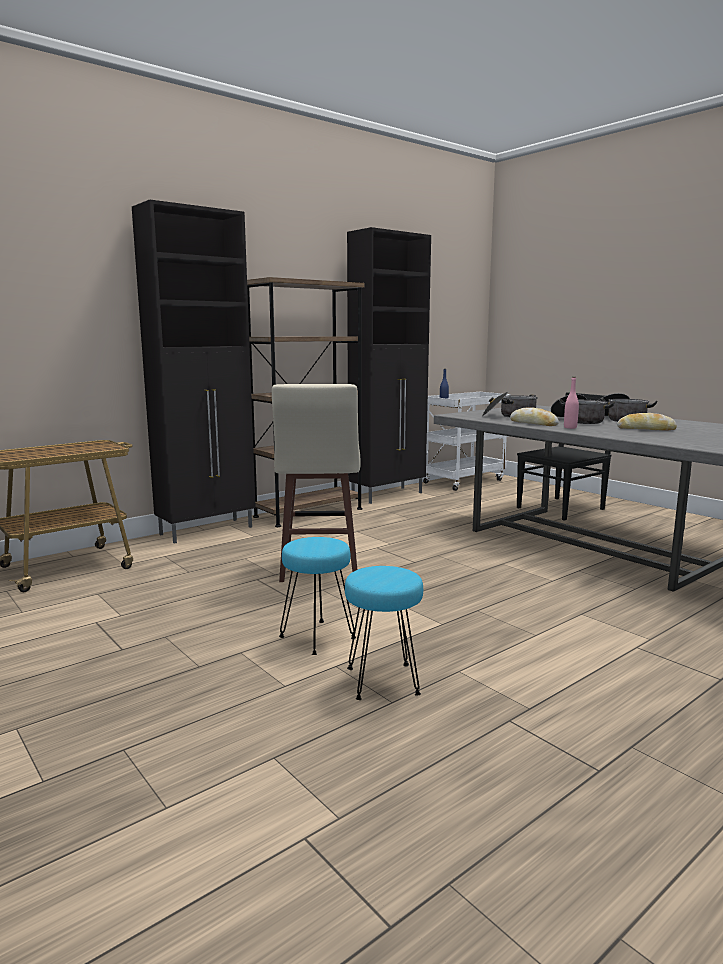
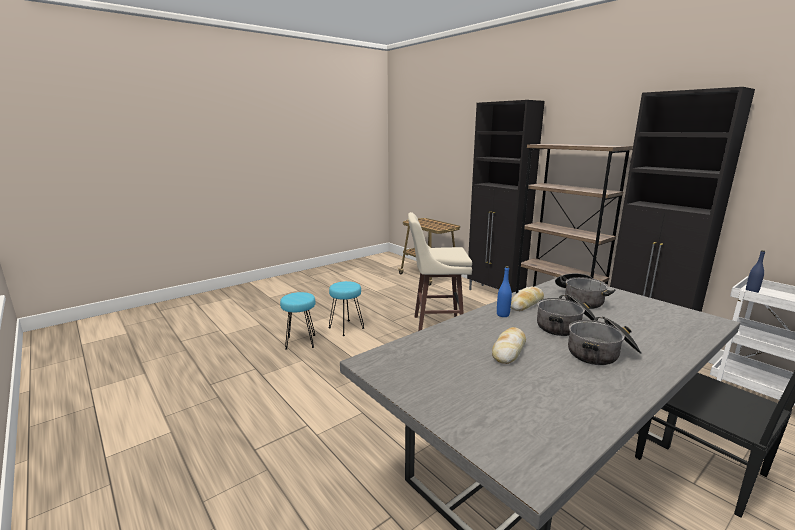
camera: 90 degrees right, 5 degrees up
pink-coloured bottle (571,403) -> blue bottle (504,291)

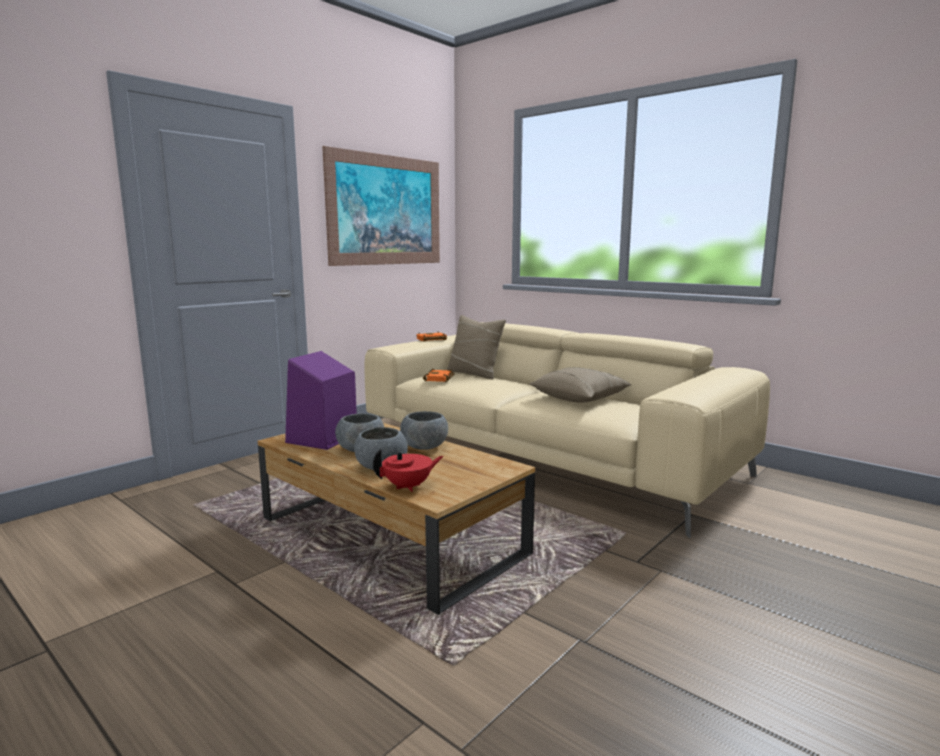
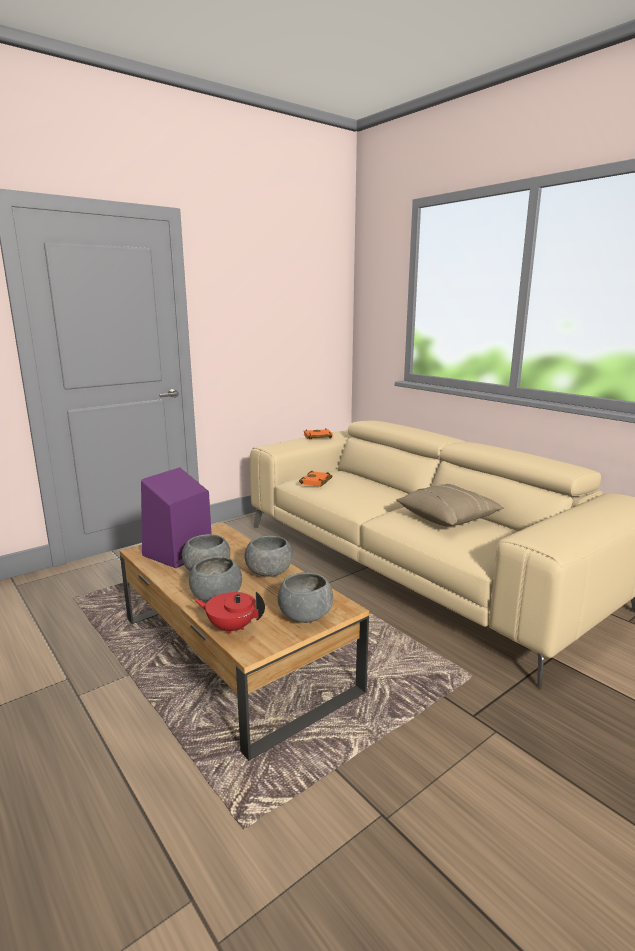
camera: 10 degrees right, 5 degrees up
wall picture (381,206) -> none
beige cushion (476,347) -> none
none -> grey serving bowl (305,597)
red-coloured teapot (408,470) -> red-coloured teapot (230,613), 150 degrees counterclockwise

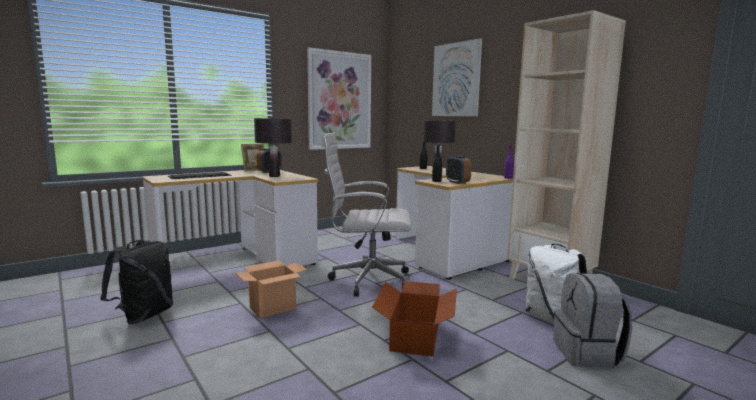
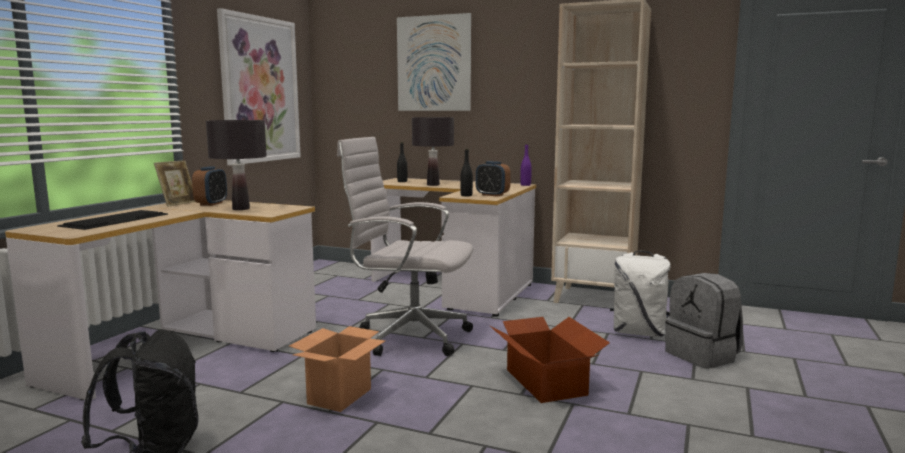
camera: 30 degrees left, 0 degrees up
whitish desk chair (367,215) -> whitish desk chair (405,246), 45 degrees clockwise

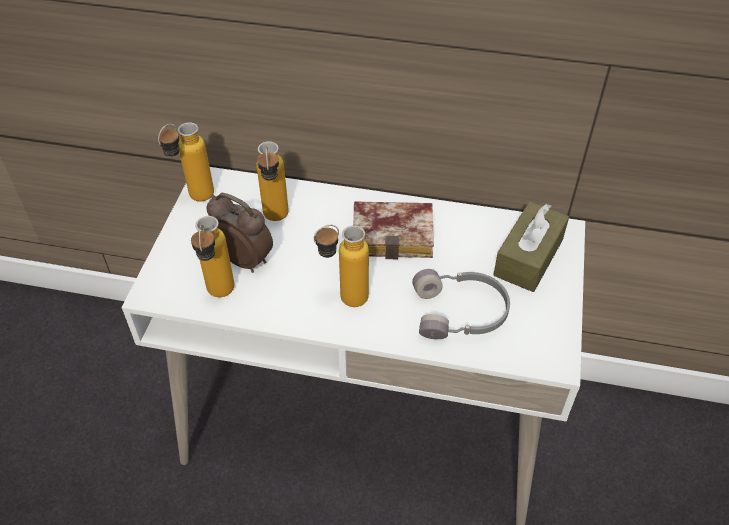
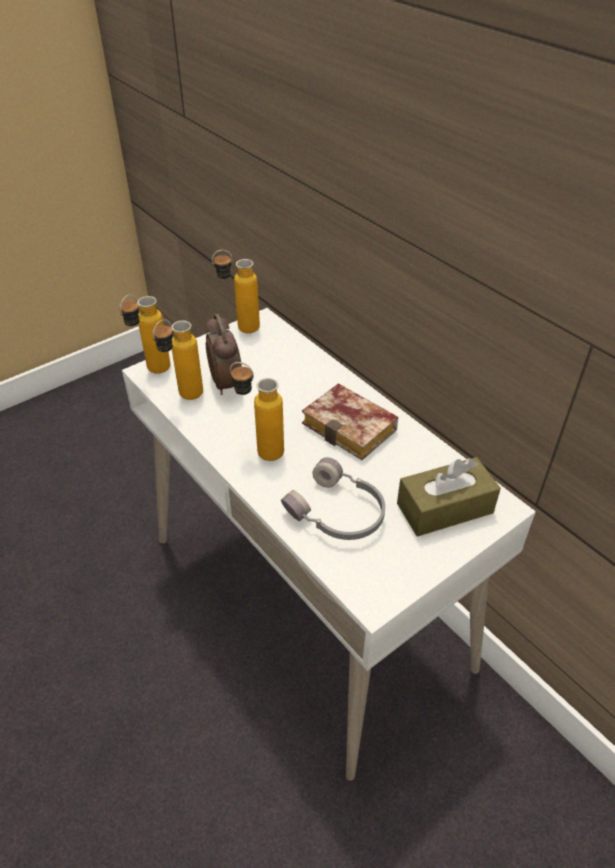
camera: 40 degrees right, 5 degrees down
bottle (272,181) -> bottle (144,334), shifted

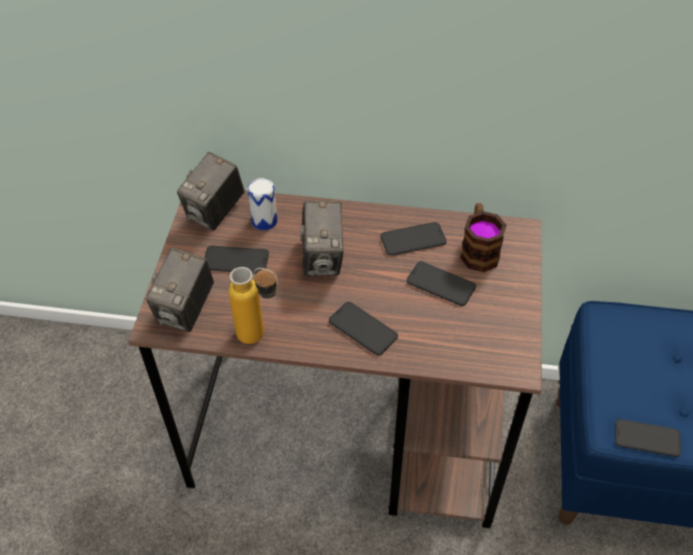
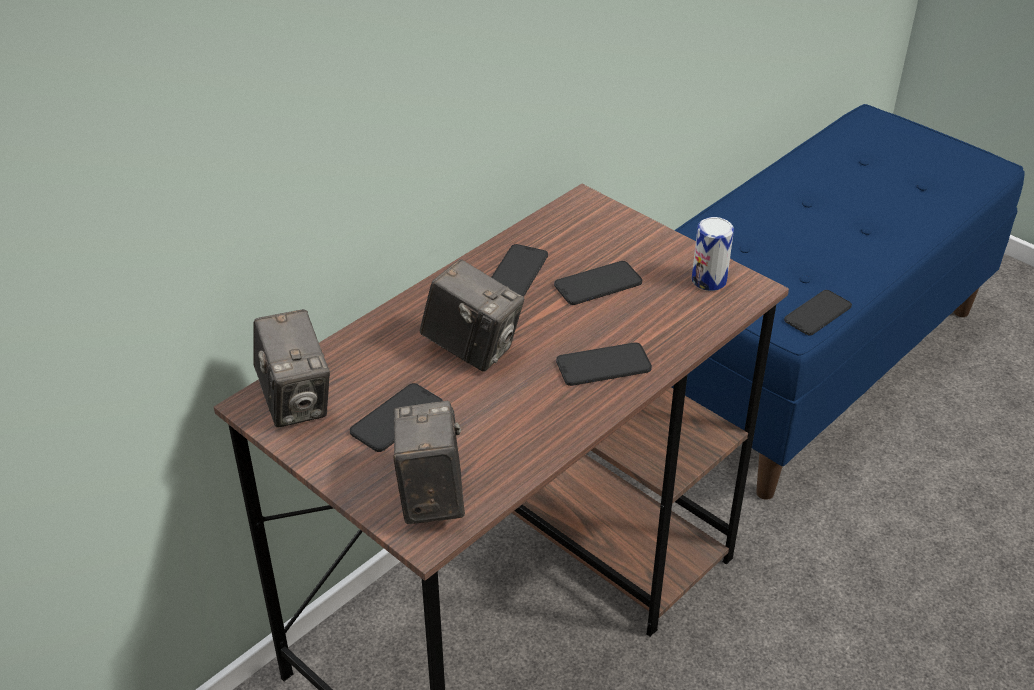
camera: 55 degrees left, 10 degrees down
bottle (253,305) -> none
tea mug (483,237) -> none
metal can (262,204) -> metal can (713,254), shifted
still camera (180,290) -> still camera (429,462), 150 degrees counterclockwise

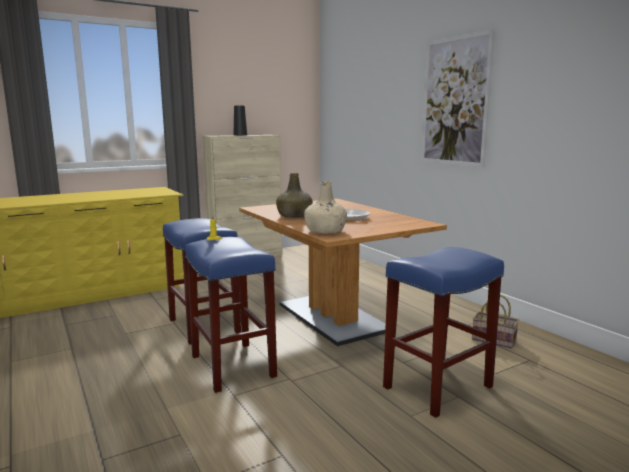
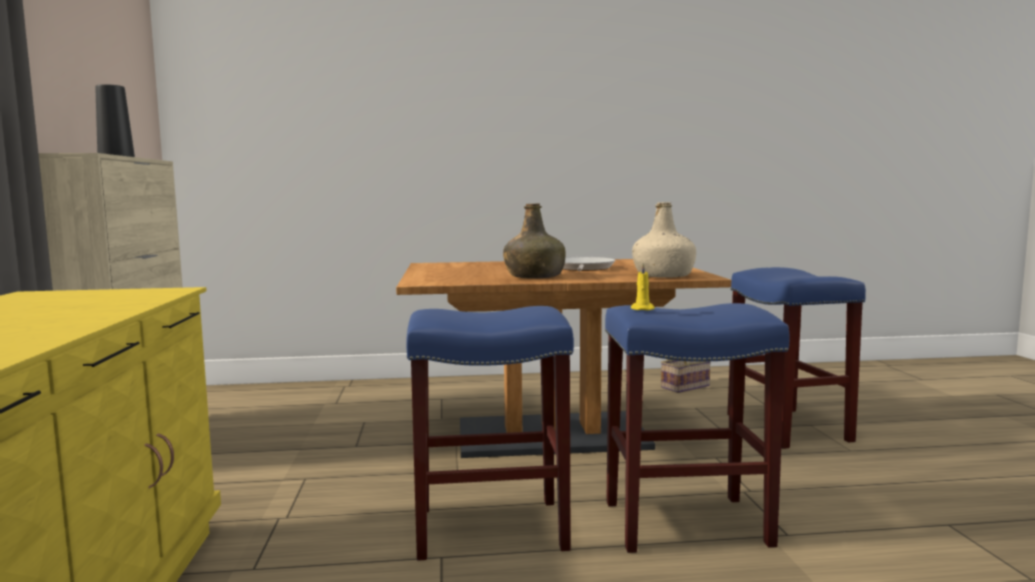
camera: 65 degrees left, 5 degrees down
wall picture (458,98) -> none

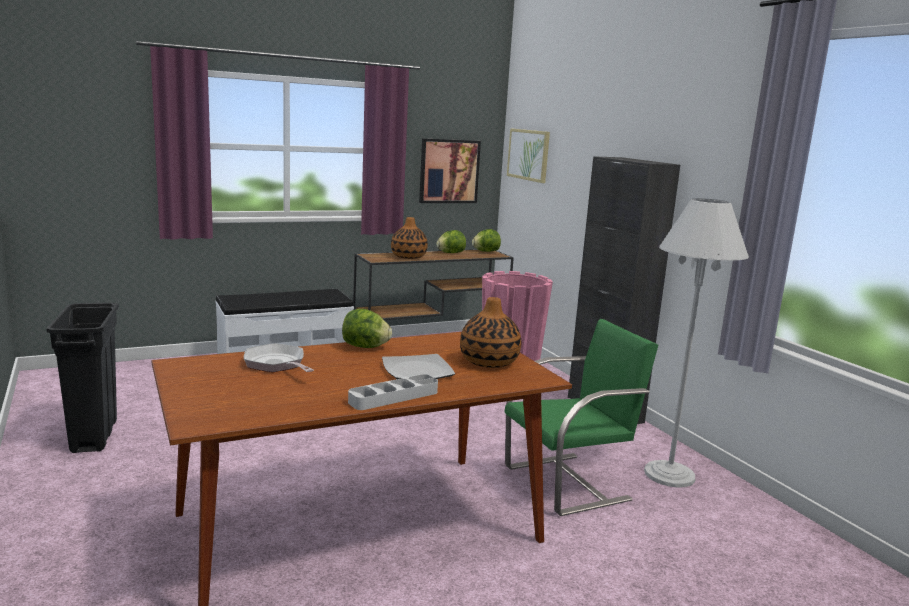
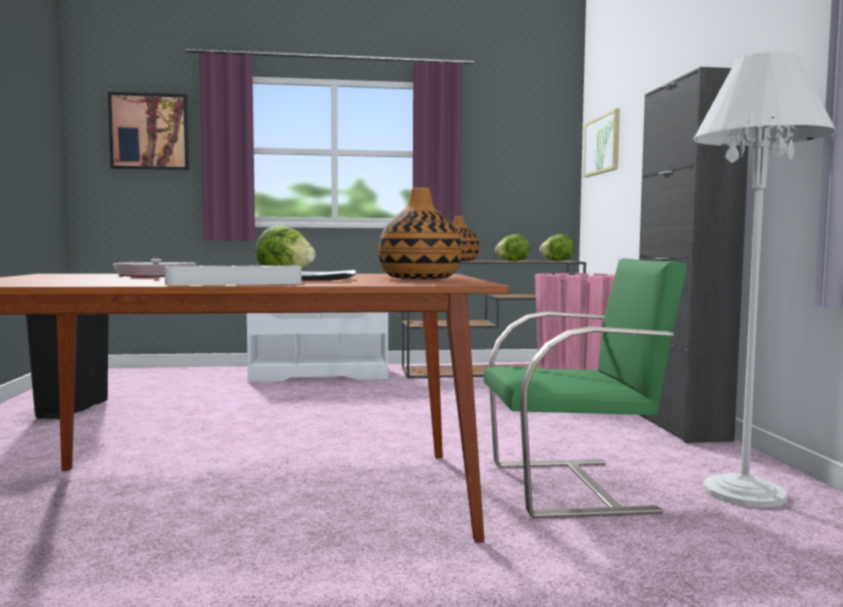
camera: 20 degrees right, 10 degrees down
wall picture (450,170) -> wall picture (148,131), shifted

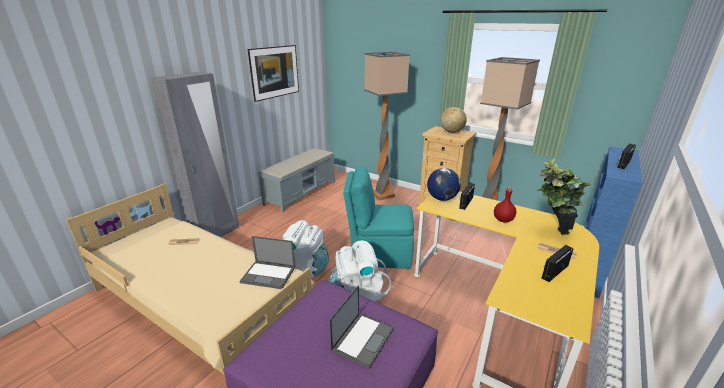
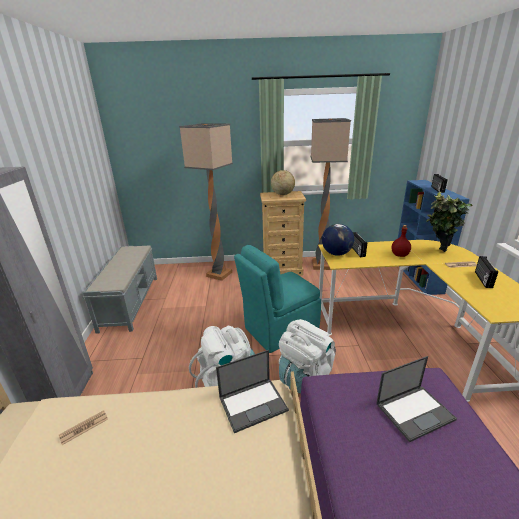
camera: 35 degrees left, 0 degrees up
wall picture (273,73) -> none
notebook computer (361,327) -> notebook computer (416,399), 75 degrees clockwise

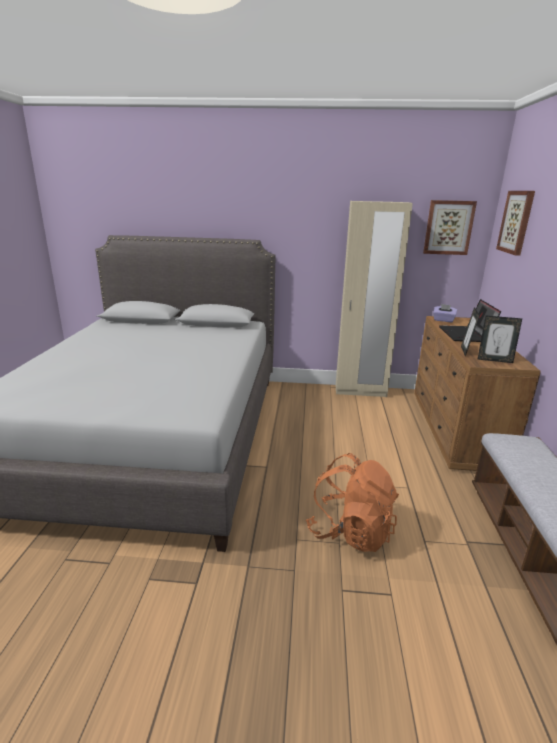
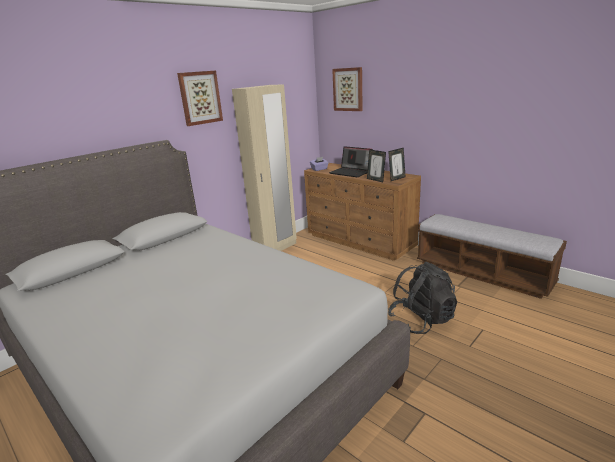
camera: 50 degrees left, 0 degrees up
wall picture (450,227) -> wall picture (200,98), shifted
orangey rucksack (352,502) -> black rucksack (422,298)

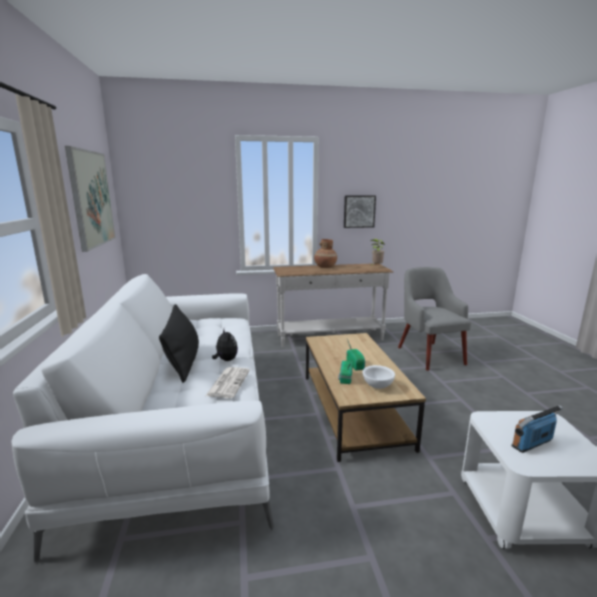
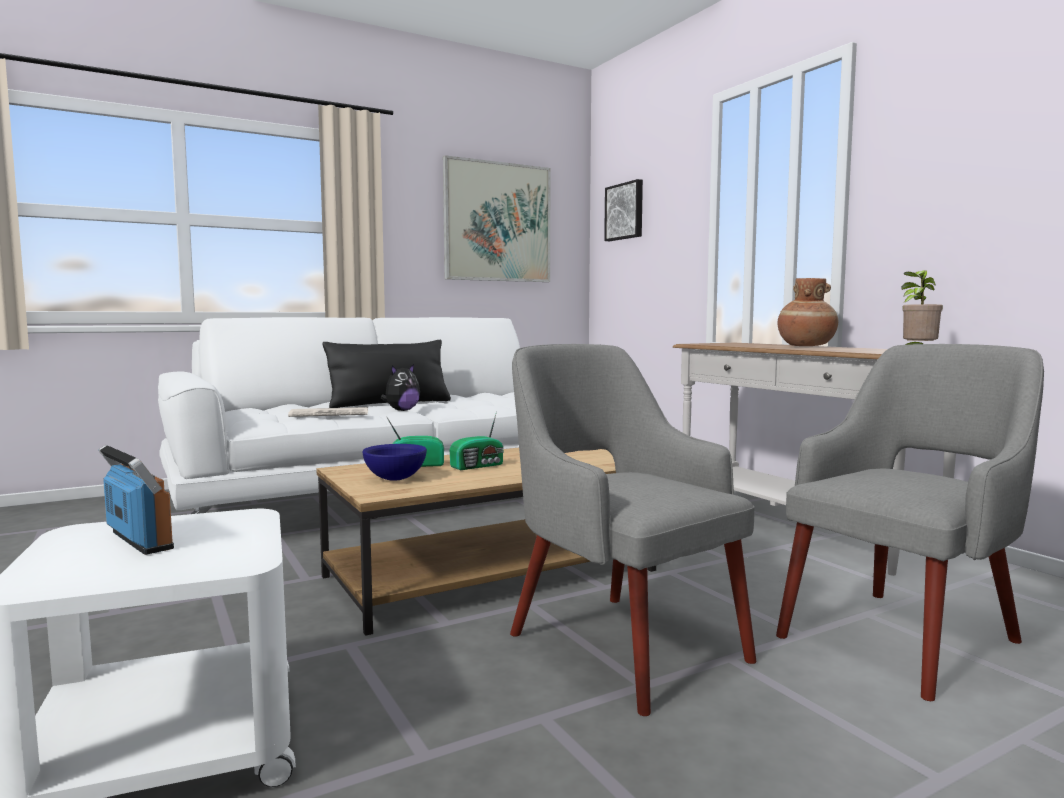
camera: 70 degrees right, 10 degrees down
none -> grey armchair (633,530)
wall picture (360,211) -> wall picture (623,210), shifted
whitish serving bowl (379,377) -> blue serving bowl (394,462)

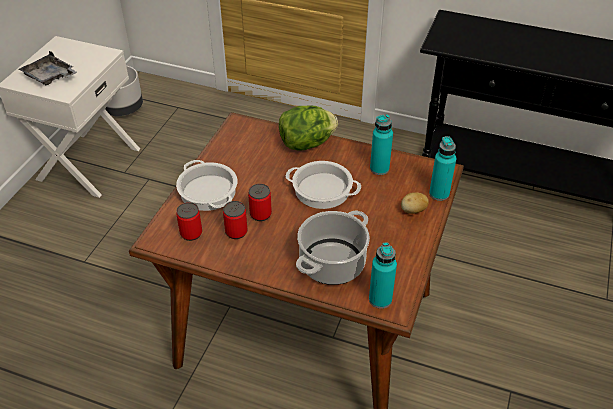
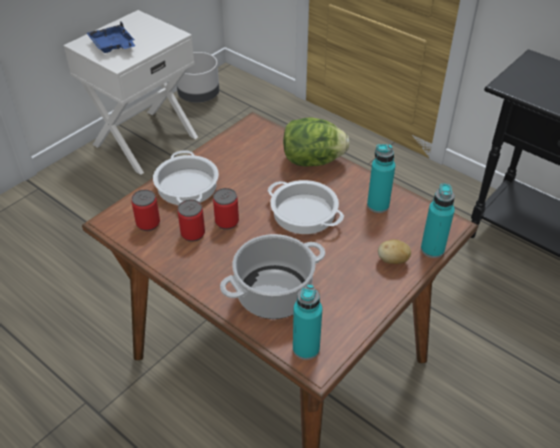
camera: 20 degrees right, 0 degrees up
grey serving tray (48,68) -> blue serving tray (111,37)

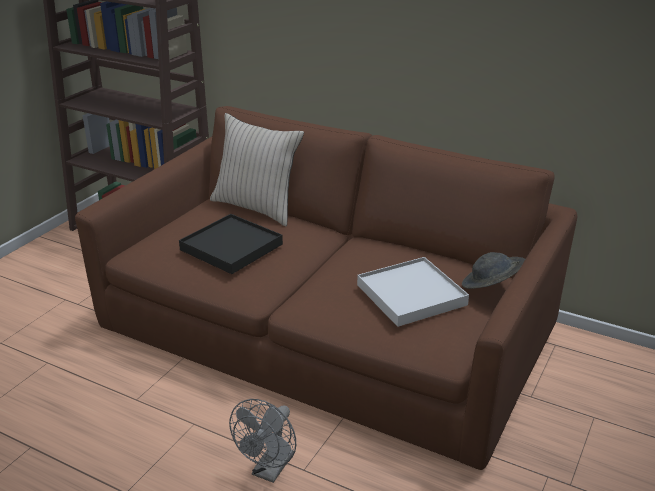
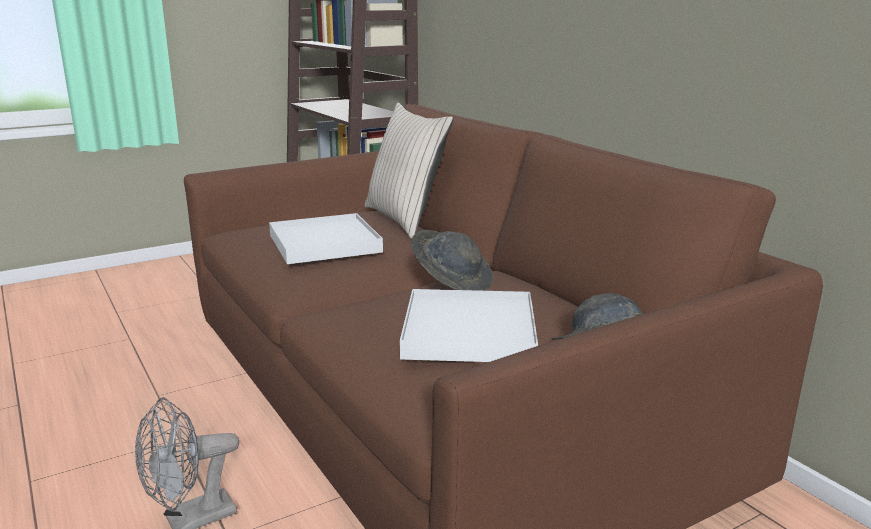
camera: 30 degrees right, 10 degrees down
none -> grey wearable hat (452,260)
black serving tray (231,244) -> whitish serving tray (326,238)

